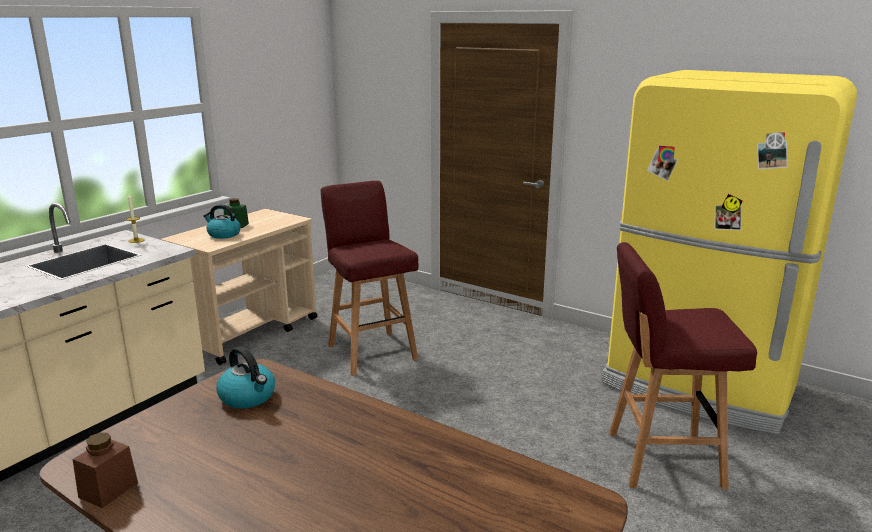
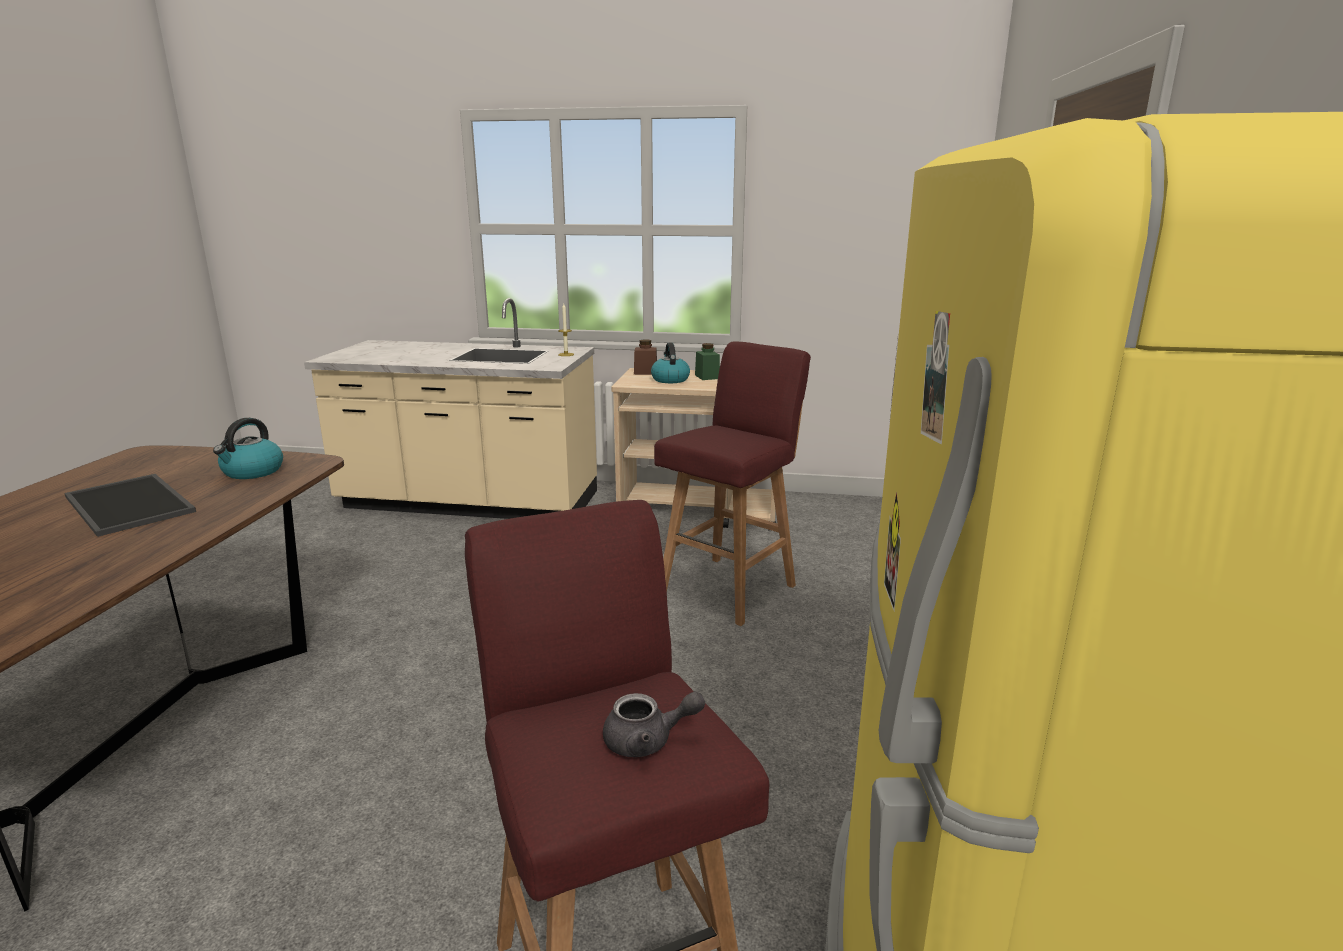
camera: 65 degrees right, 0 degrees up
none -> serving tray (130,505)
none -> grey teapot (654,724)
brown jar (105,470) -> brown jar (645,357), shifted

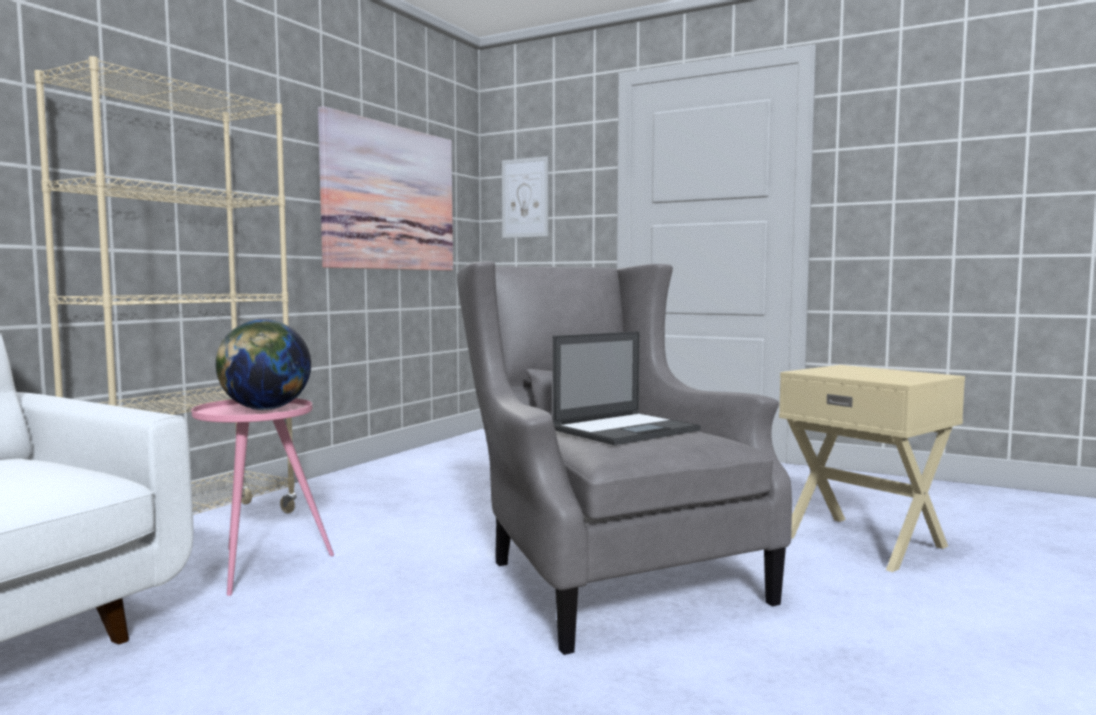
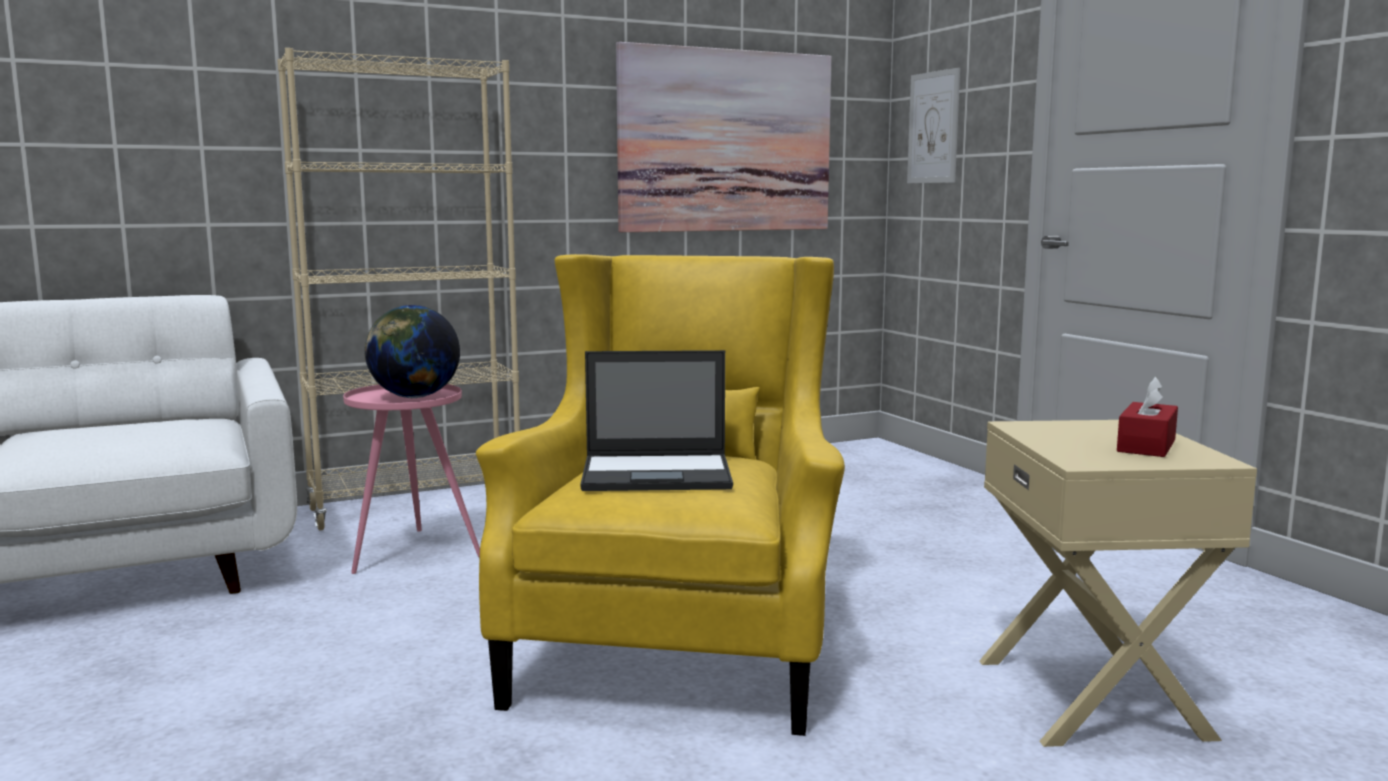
camera: 35 degrees right, 5 degrees up
none -> red-coloured box of tissues (1147,417)
grey armchair (624,458) -> yellowish armchair (660,495)

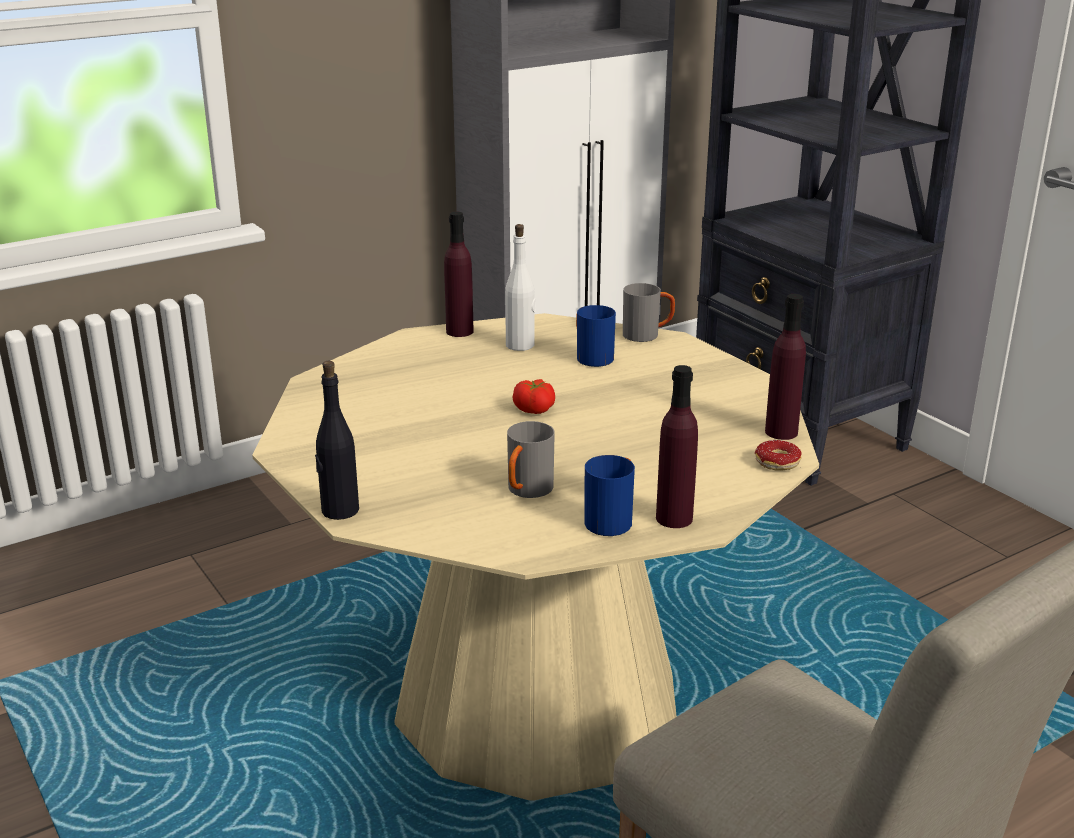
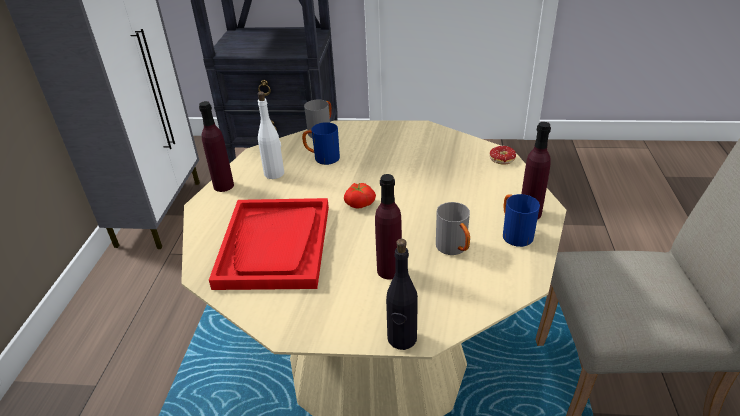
camera: 50 degrees left, 10 degrees up
none -> red-coloured serving tray (269,244)
purplish bottle (785,367) -> purplish bottle (388,226), shifted

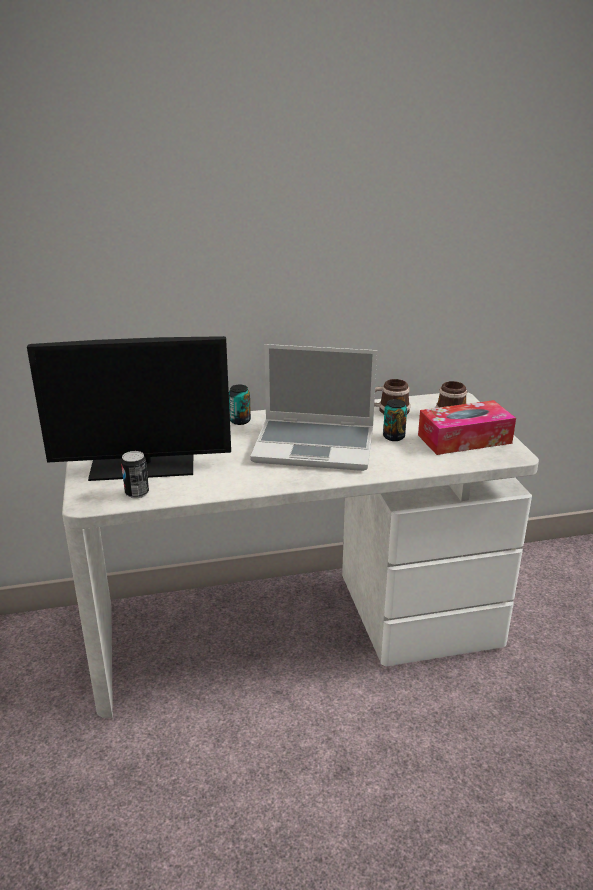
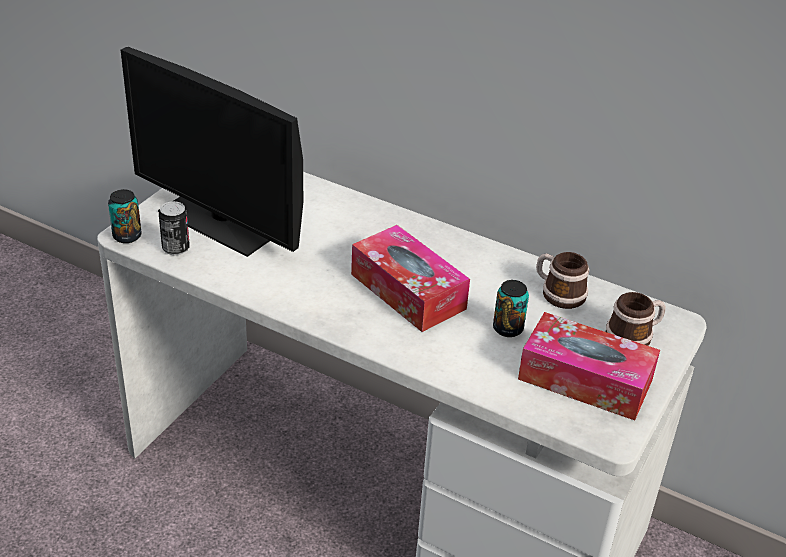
camera: 40 degrees right, 10 degrees up
metal can (240,405) -> metal can (125,216), shifted
notebook computer (313,407) -> box of tissues (410,278)

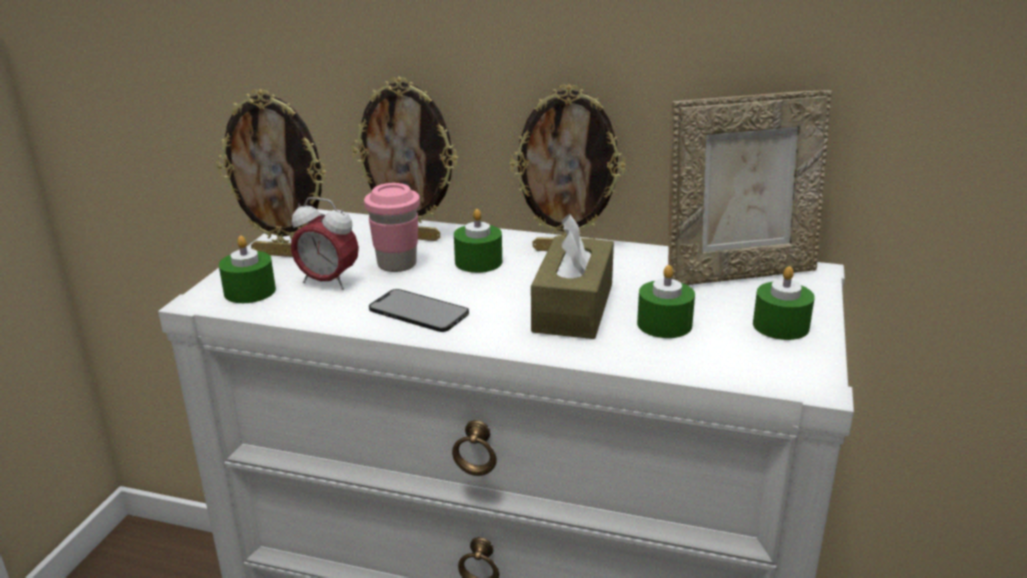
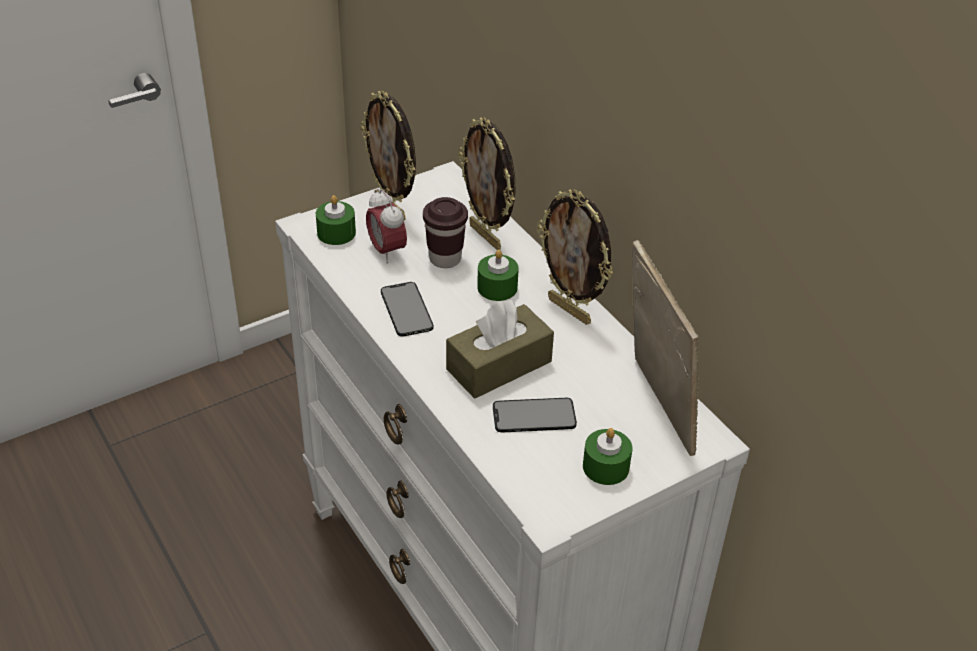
camera: 40 degrees right, 15 degrees up
green-coloured wax candle (666,301) -> telephone (535,415)
pink-coloured small cup (392,227) -> brown small cup (445,232)
photo frame (749,188) -> photo frame (665,348), 135 degrees counterclockwise

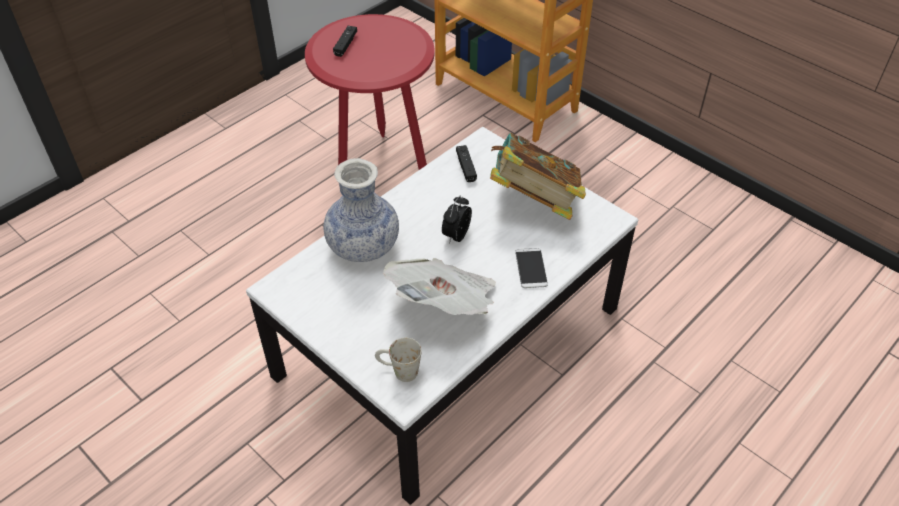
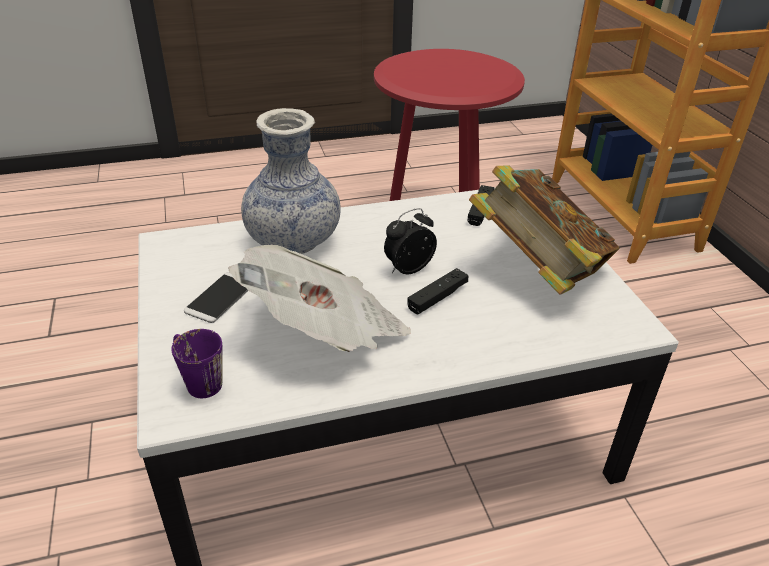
camera: 30 degrees right, 10 degrees down
black game controller (345,41) -> black game controller (437,291), shifted
telephone (531,268) -> telephone (216,297), shifted
whitish tea mug (398,360) -> purplish tea mug (197,363)

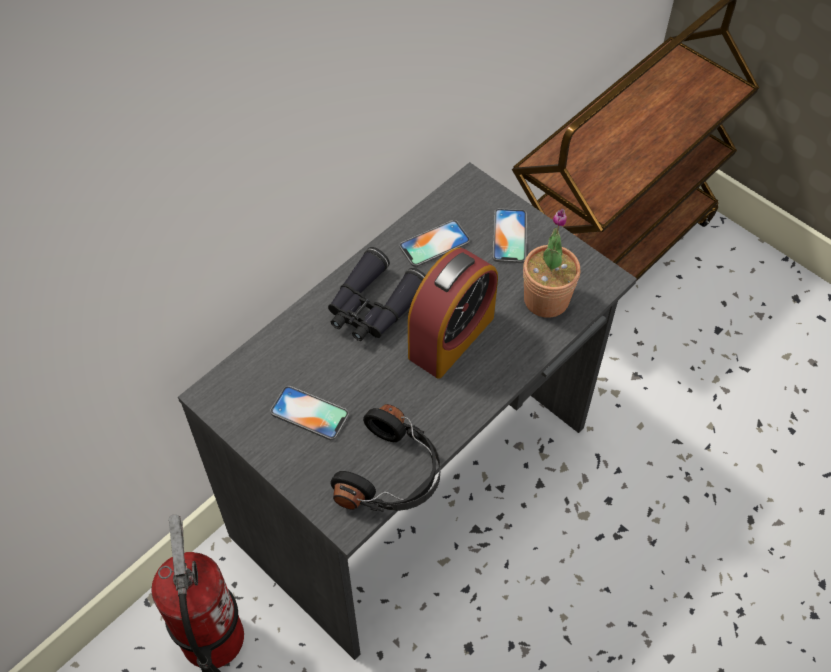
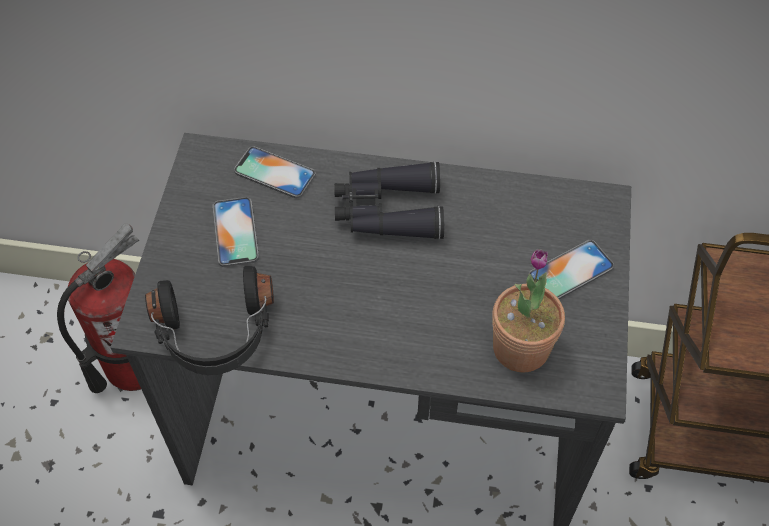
camera: 55 degrees right, 0 degrees up
table clock (453,312) -> none
telephone (434,243) -> telephone (275,172), shifted

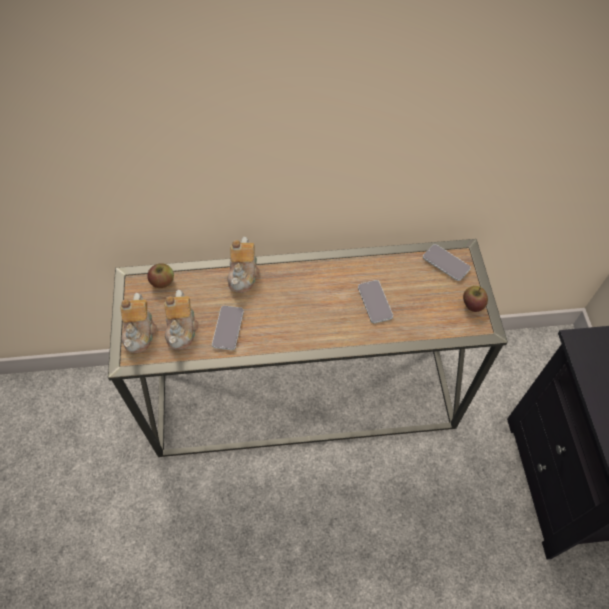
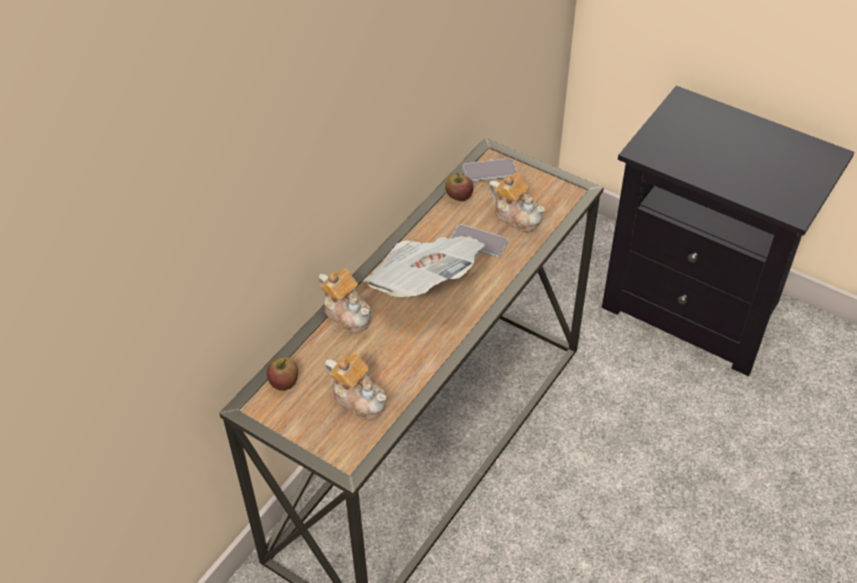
camera: 50 degrees left, 10 degrees down
telephone (228,327) -> none
none -> daily paper (424,266)
teapot (138,323) -> teapot (516,202), shifted
whole apple (475,299) -> whole apple (459,187), shifted

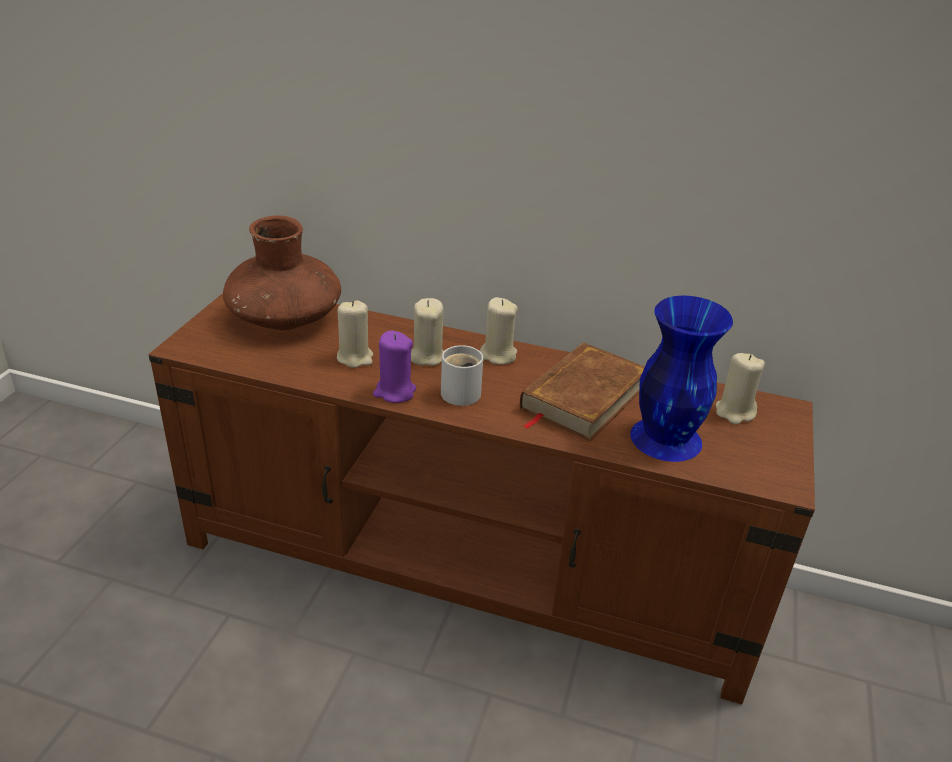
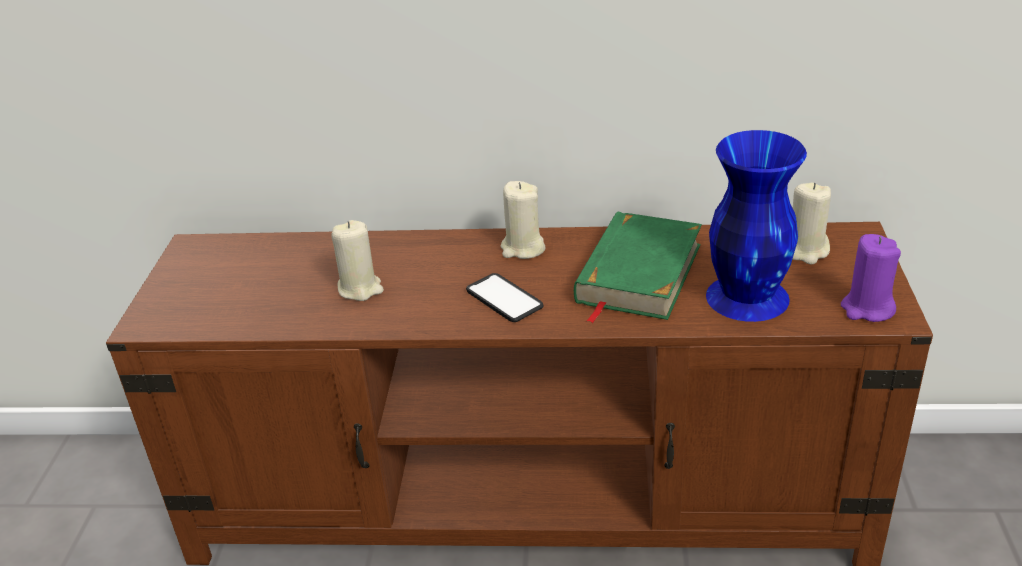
camera: 10 degrees left, 0 degrees up
brown flower vase (282,272) -> none
beige wax candle (427,332) -> none
purplish wax candle (394,367) -> purplish wax candle (871,278), shifted
whitish tea mug (462,375) -> telephone (505,297)
brown volume (582,391) -> green-coloured volume (638,267)

